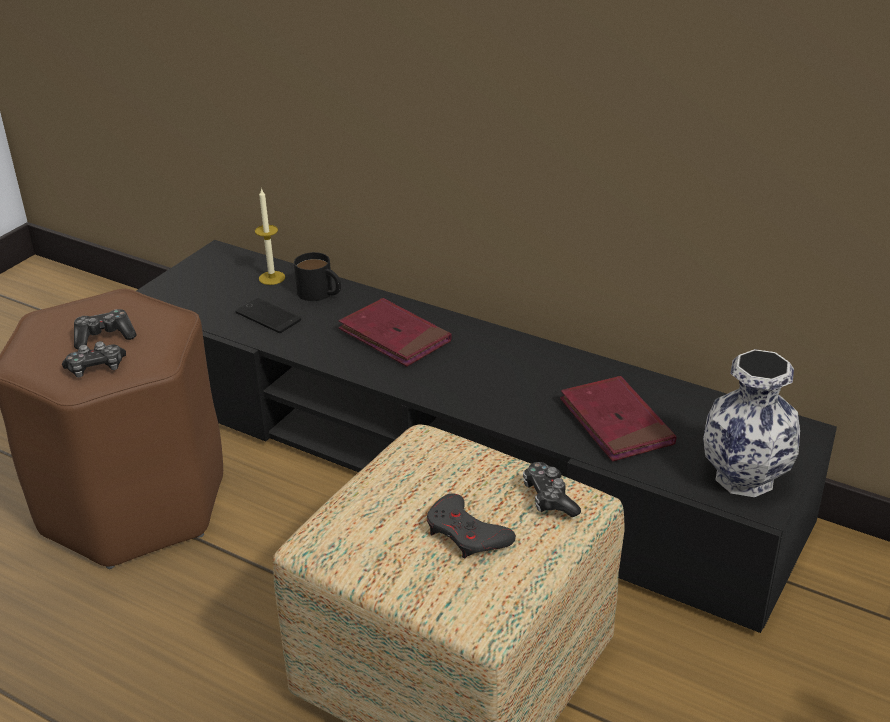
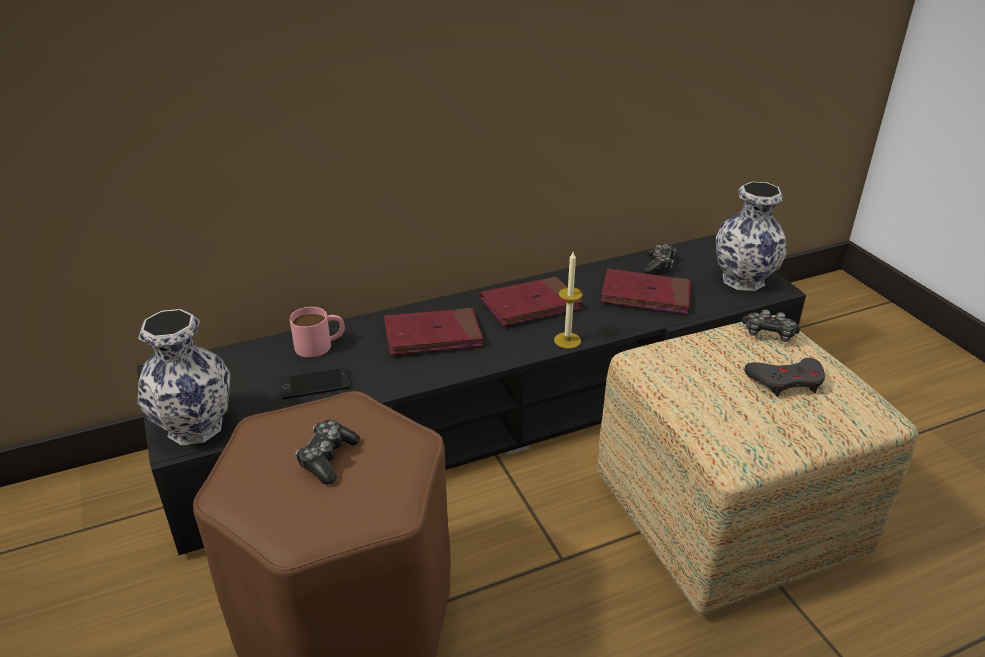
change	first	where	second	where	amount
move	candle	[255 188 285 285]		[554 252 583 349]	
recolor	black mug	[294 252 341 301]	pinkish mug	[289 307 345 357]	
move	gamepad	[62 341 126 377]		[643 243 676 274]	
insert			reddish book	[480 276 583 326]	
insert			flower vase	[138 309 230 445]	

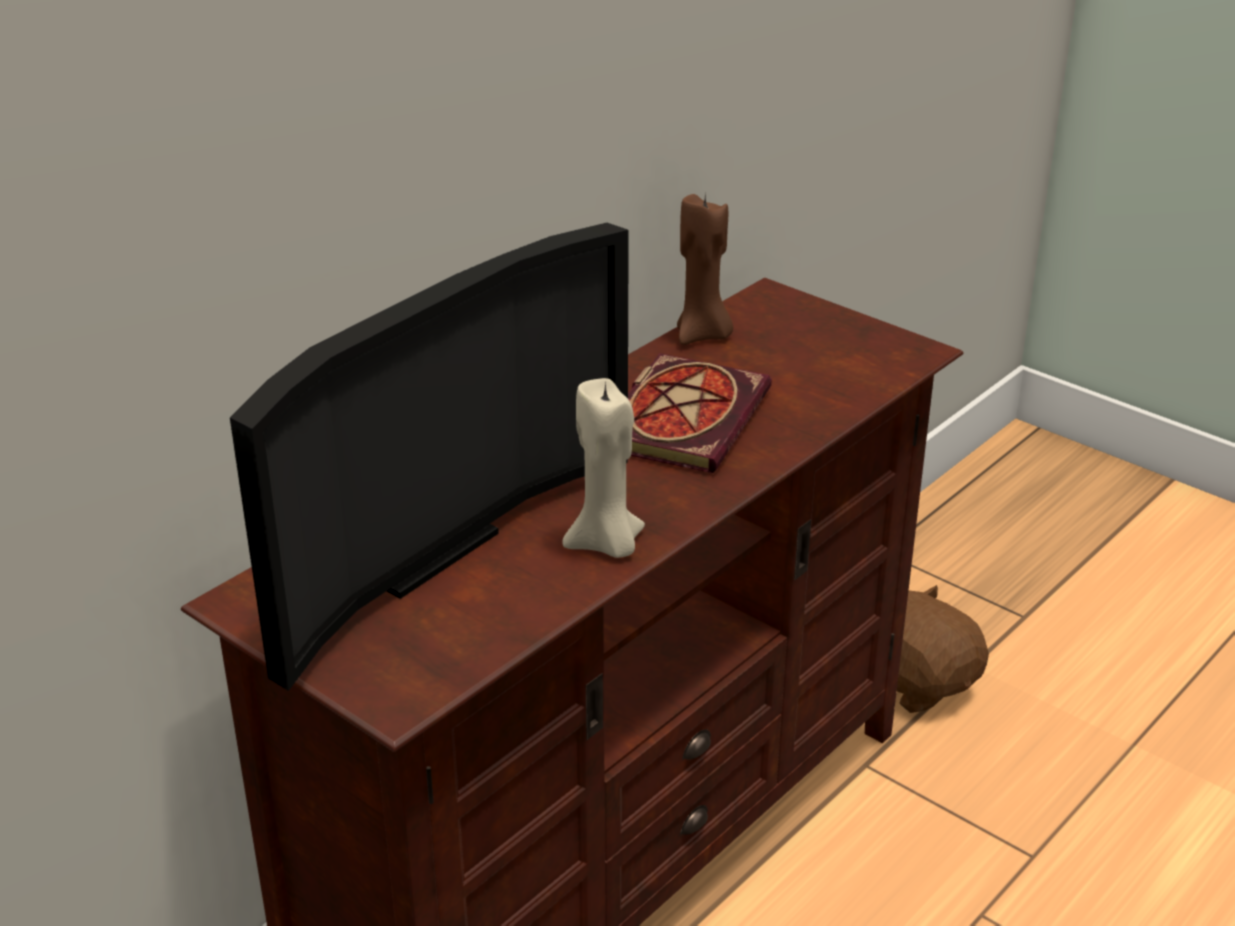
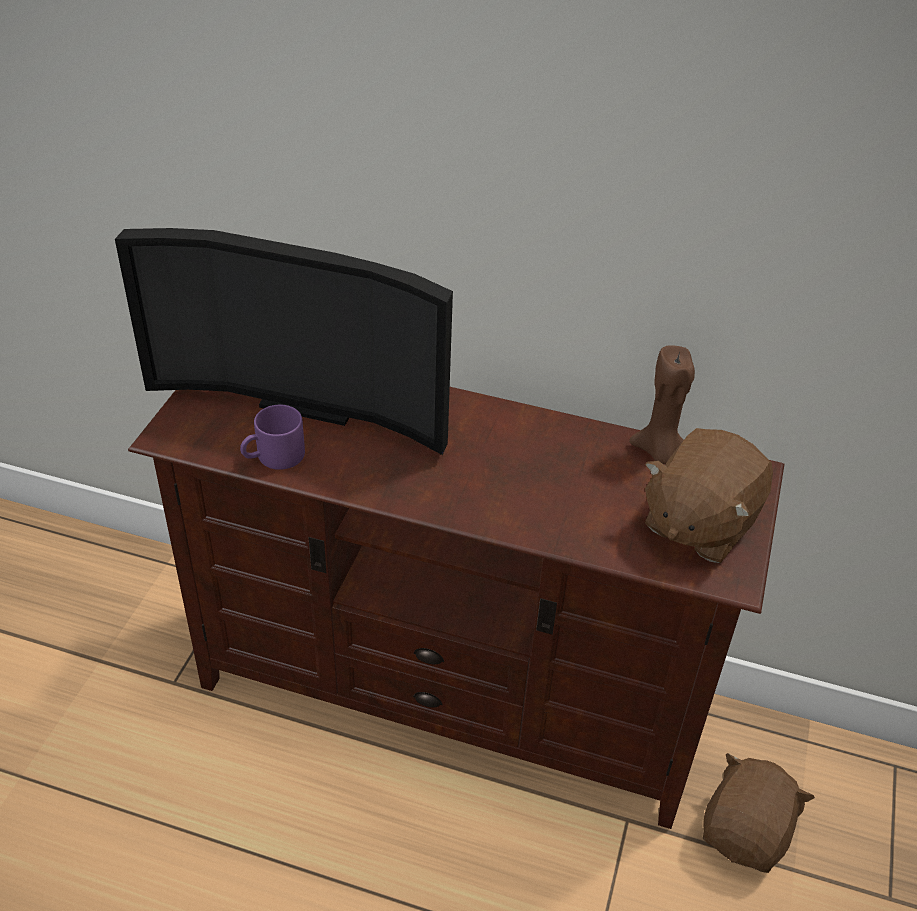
change	first	where	second	where	amount
delete	book	[628 353 772 473]			
delete	beige-coloured candle	[562 378 645 558]			
insert			purple mug	[240 405 305 470]	
insert			brown-coloured plush toy	[645 428 773 563]	

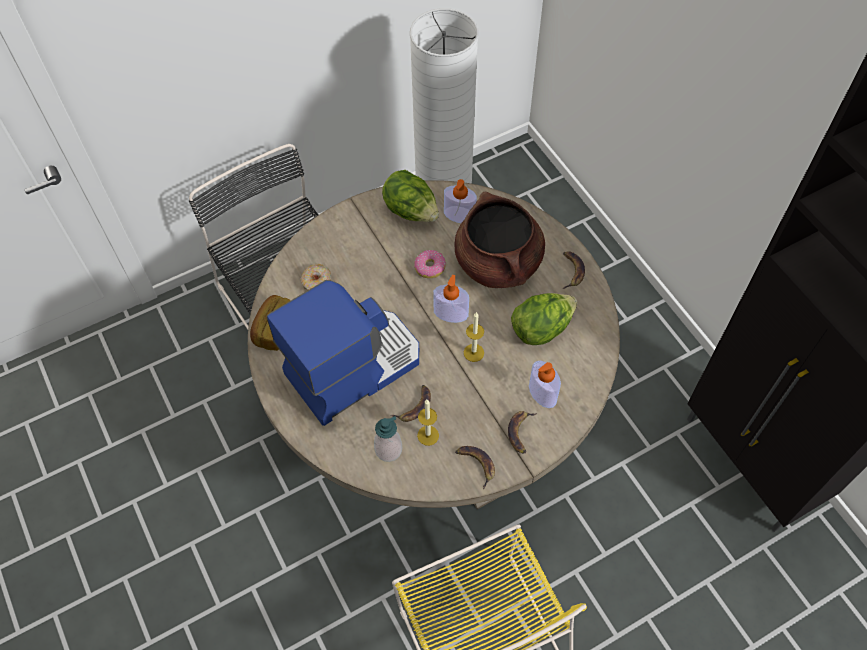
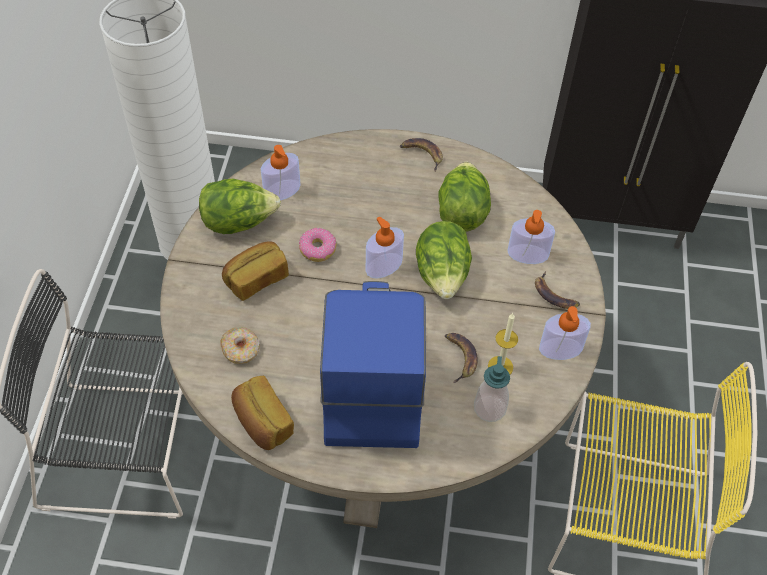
change	first	where	second	where	amount
delete	brown-coloured cooking pot	[455 192 545 288]			
replace	candle	[464 313 484 362]	lettuce head	[416 221 472 299]	
replace	whole banana	[455 446 495 489]	soap bottle	[539 306 591 360]	
insert			baked bread	[222 241 289 301]	

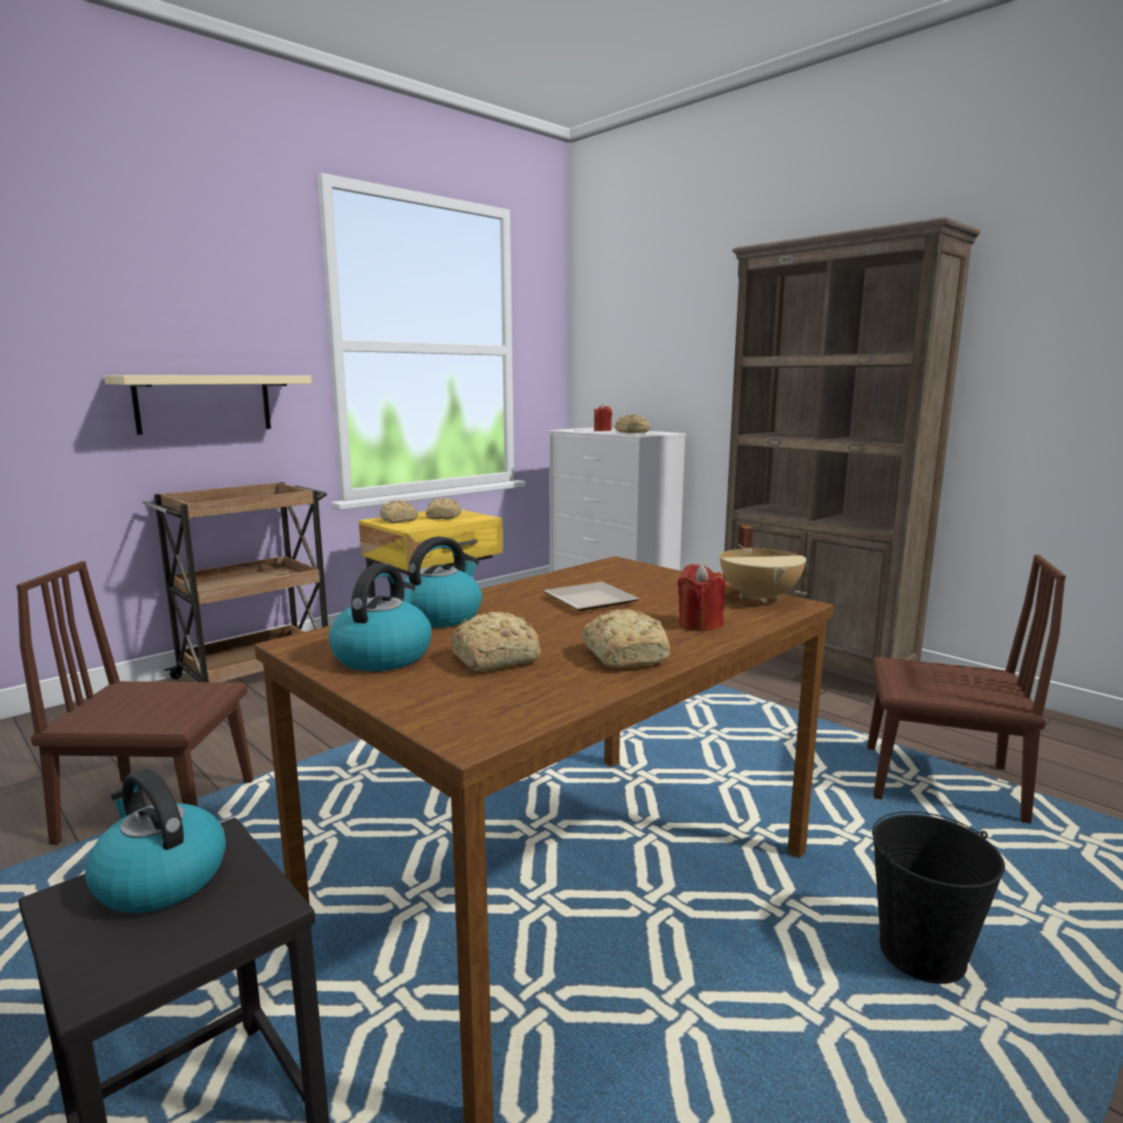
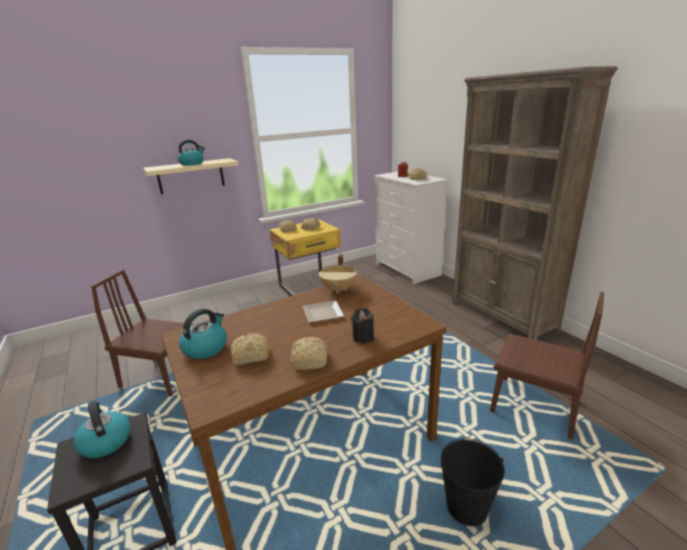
change	first	where	second	where	amount
delete	brown-coloured wheeled cart	[142 482 328 682]			
move	beige-coloured cooking pot	[720 525 806 603]		[319 254 357 294]	
move	tea kettle	[404 537 482 628]		[178 140 205 166]	
recolor	reddish candle	[678 564 725 631]	black candle	[351 308 374 344]	

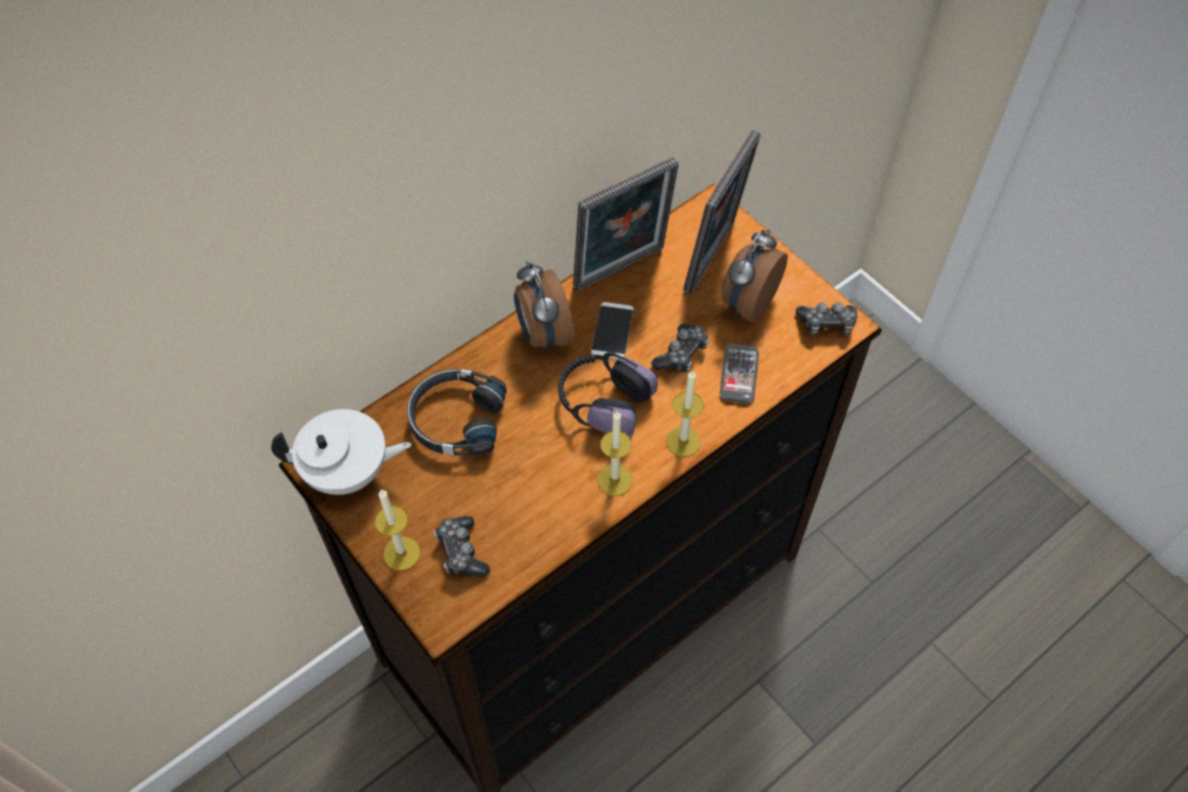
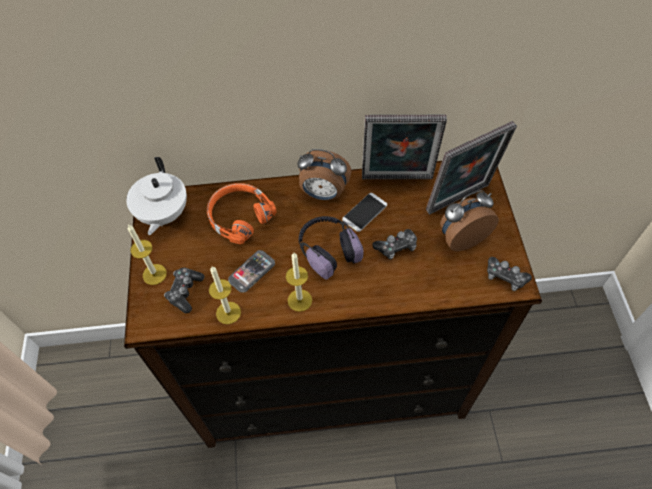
change	first	where	second	where	amount
rotate	table clock	[514 261 574 351]		[297 149 351 200]	90 degrees counterclockwise
move	telephone	[720 343 759 404]		[228 250 275 292]	
recolor	black pair of headphones	[407 369 507 456]	orange pair of headphones	[207 183 277 244]	
move	candle	[666 370 704 457]		[209 266 241 324]	
rotate	whitish tea pot	[271 409 411 495]		[126 157 187 235]	60 degrees clockwise

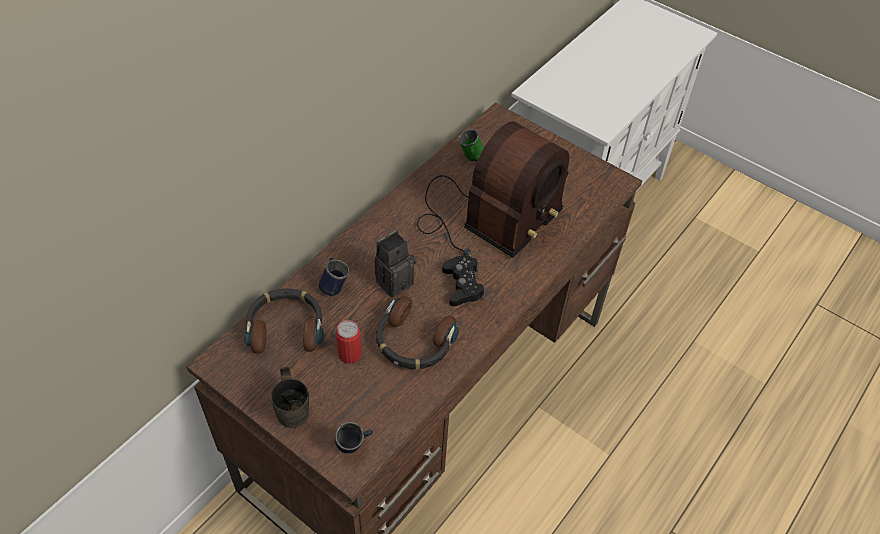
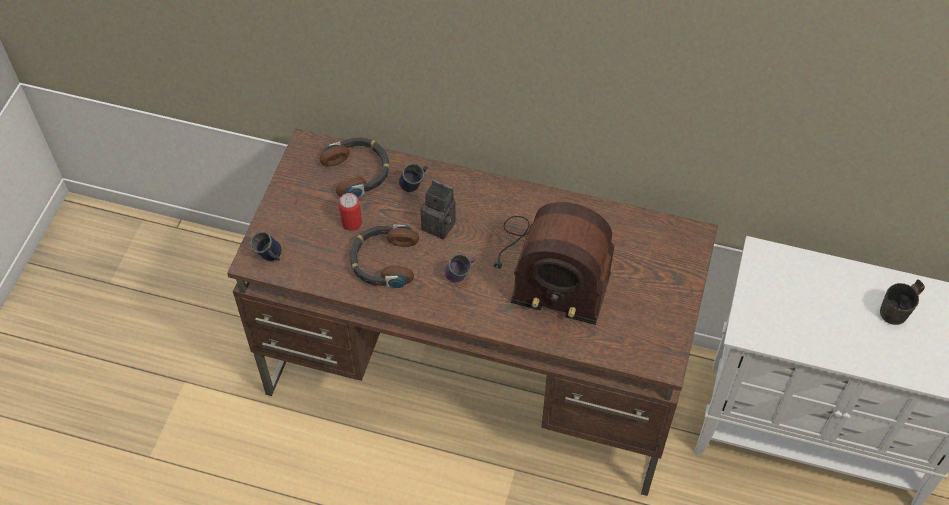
change	first	where	second	where	amount
delete	green-coloured mug	[458 129 484 161]			
replace	black gamepad	[442 255 485 306]	purple mug	[445 254 476 283]	
move	grey mug	[271 367 309 428]		[880 279 925 325]	

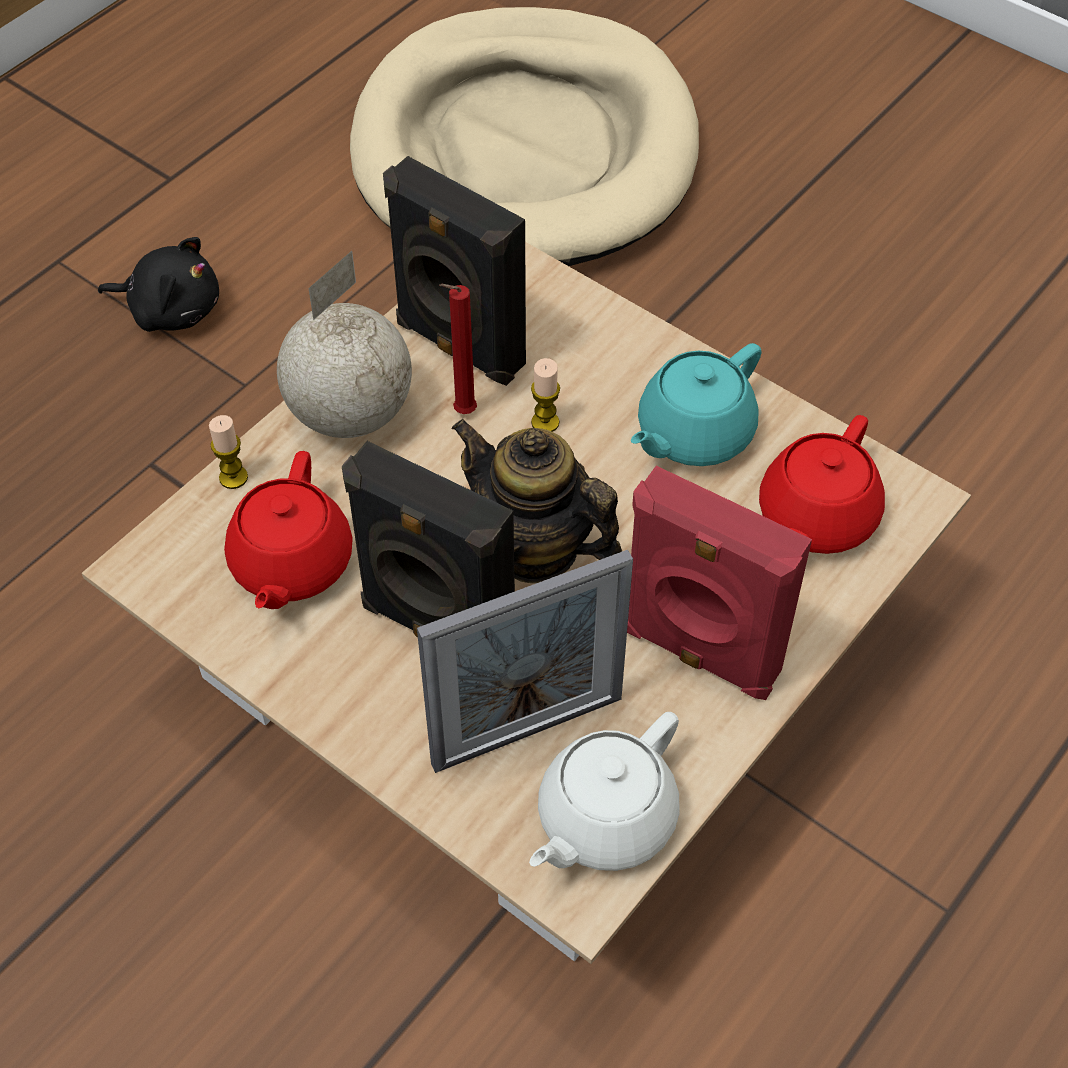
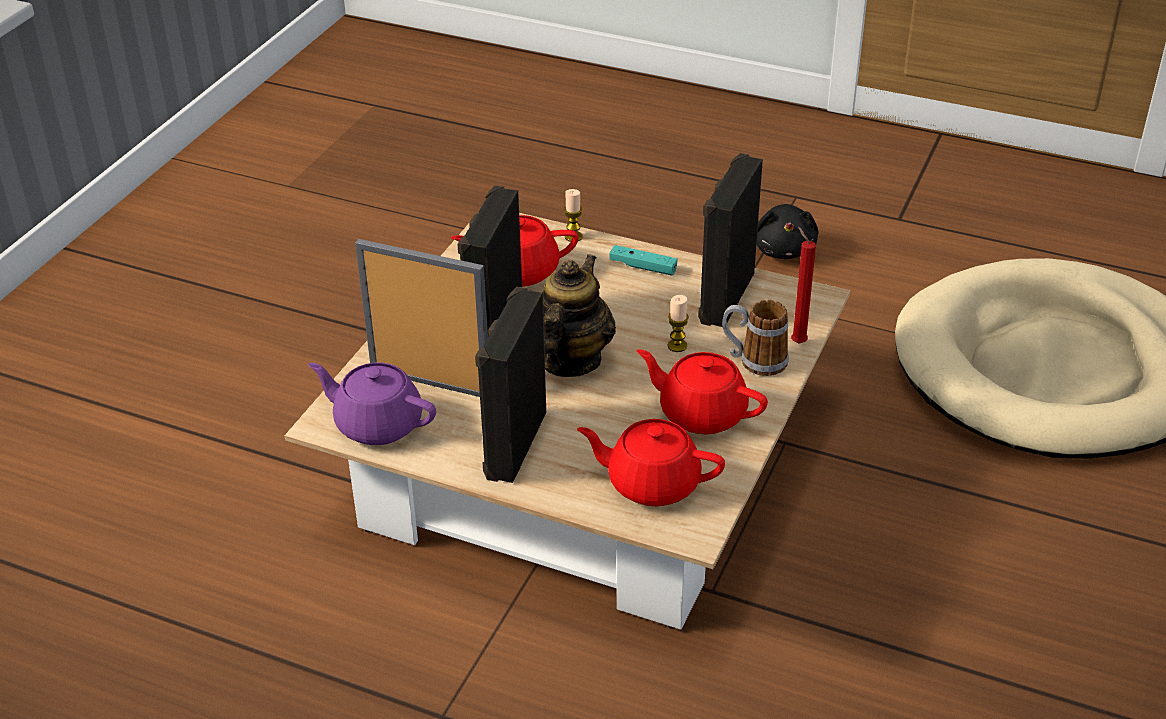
change	first	where	second	where	amount
replace	globe	[277 251 412 438]	turquoise gamepad	[609 245 678 275]	
move	reddish candle	[439 284 477 414]		[791 227 816 344]	
recolor	turquoise tea pot	[631 343 762 466]	reddish tea pot	[637 349 768 434]	
recolor	reddish speaker	[627 466 812 700]	black speaker	[475 286 546 483]	
rotate	photo frame	[417 550 633 773]		[355 239 488 397]	150 degrees clockwise
recolor	whitish tea pot	[529 712 680 871]	purple tea pot	[308 363 436 445]	
insert			mug	[722 300 789 376]	

